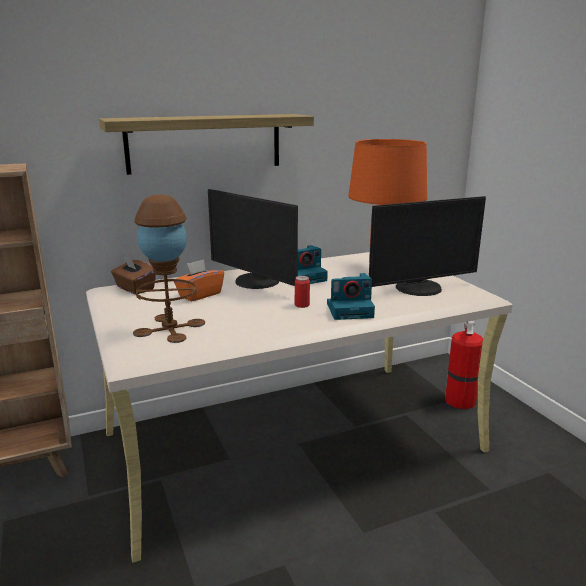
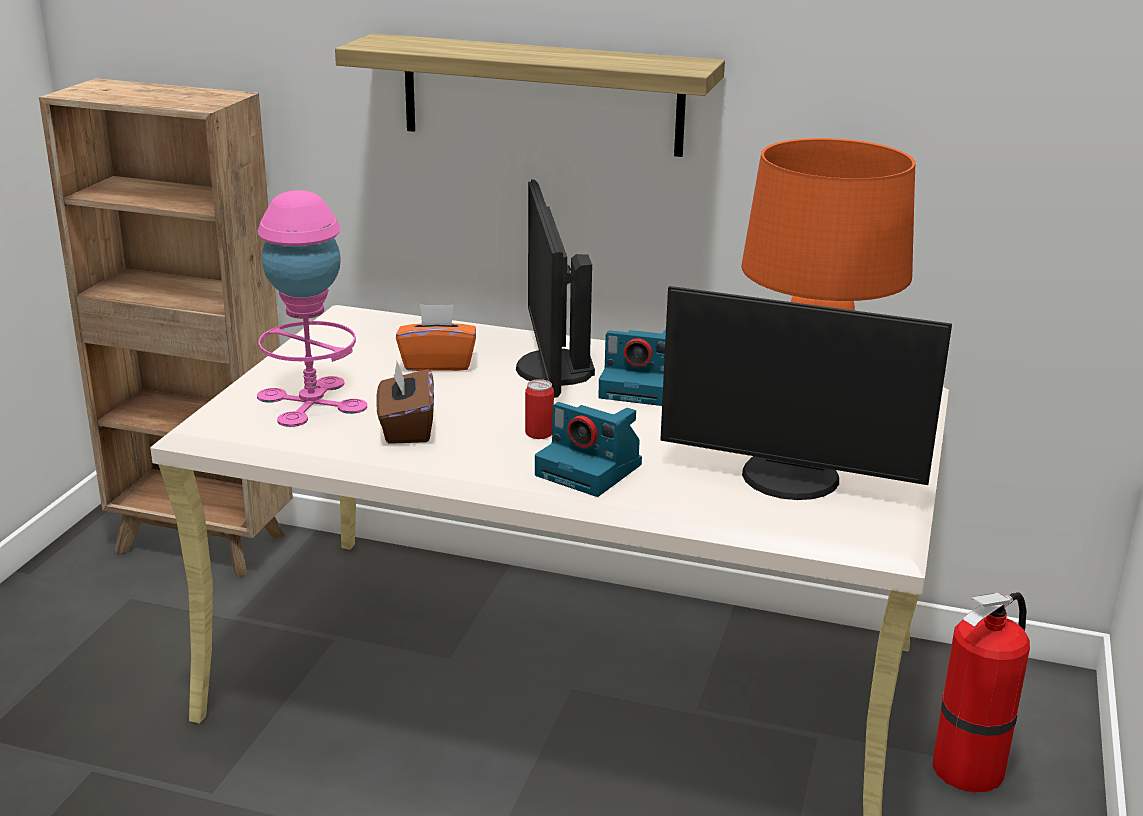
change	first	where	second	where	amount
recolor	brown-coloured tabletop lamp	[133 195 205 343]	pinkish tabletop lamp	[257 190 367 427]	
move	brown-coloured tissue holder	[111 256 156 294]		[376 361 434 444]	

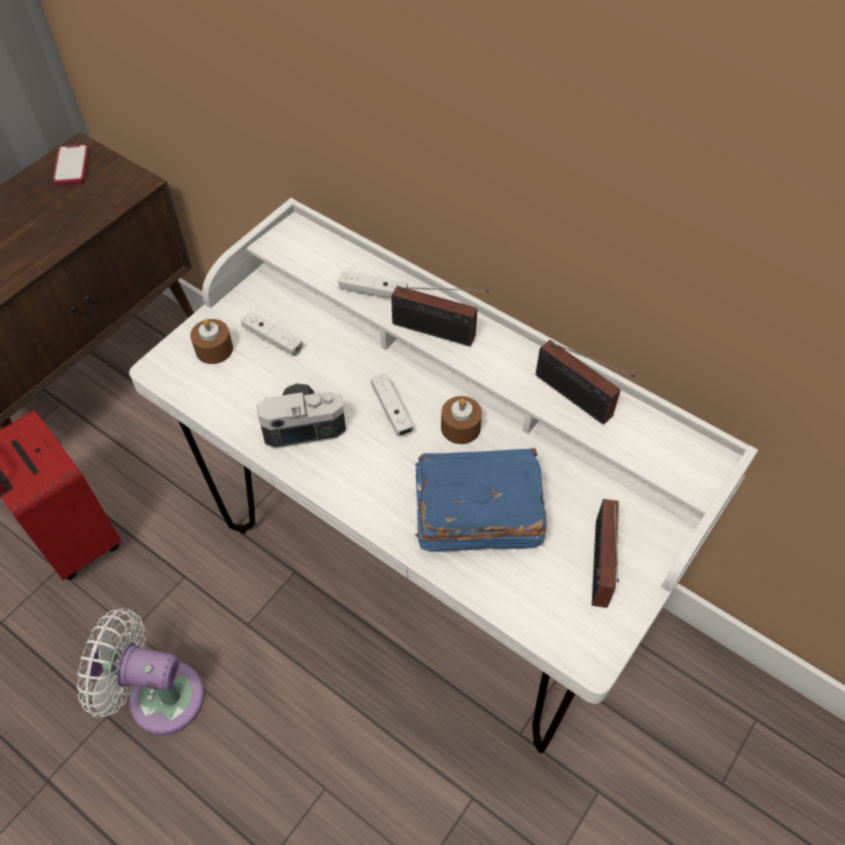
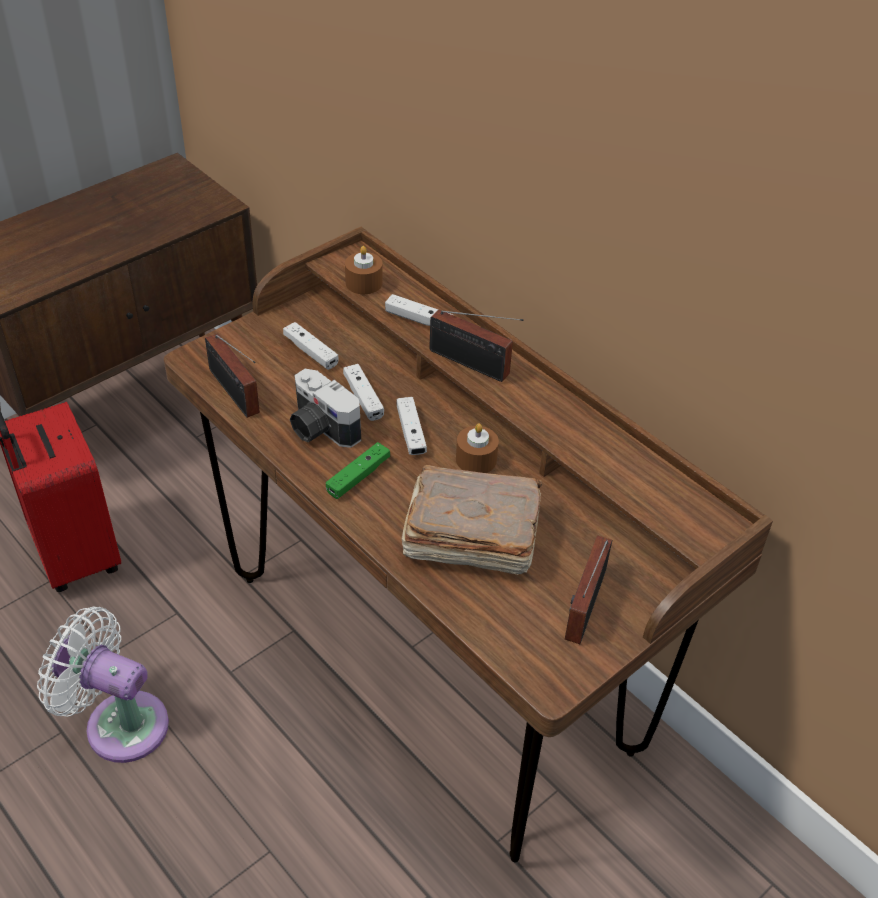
change	first	where	second	where	amount
delete	telephone	[53 145 89 186]			
recolor	whitish desk	[129 198 758 753]	brown-coloured desk	[164 227 773 863]	
move	brown-coloured candle	[190 319 233 364]		[345 246 383 294]	
move	radio set	[536 340 635 425]		[205 333 260 418]	
rotate	still camera	[257 384 346 449]		[290 369 361 448]	135 degrees counterclockwise
recolor	bluish book	[415 448 547 552]	brown-coloured book	[401 465 542 574]	
insert			whitish gamepad	[343 364 384 421]	
insert			green-coloured gamepad	[326 442 390 499]	

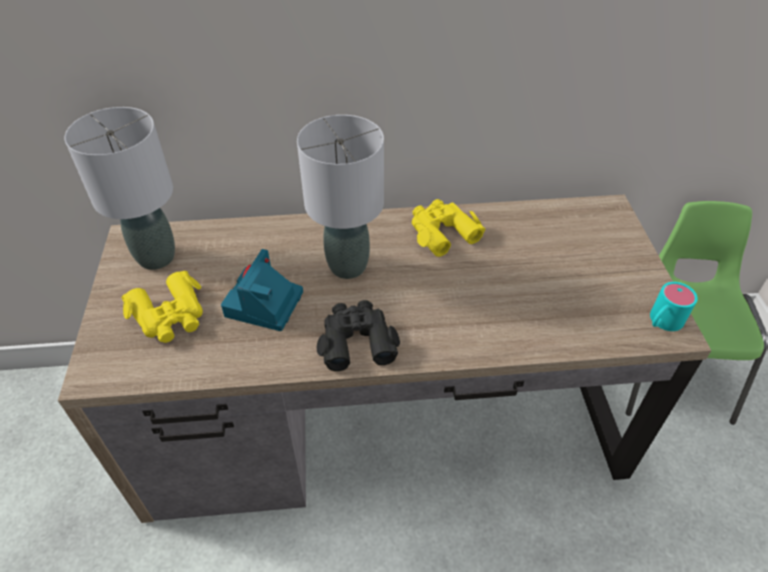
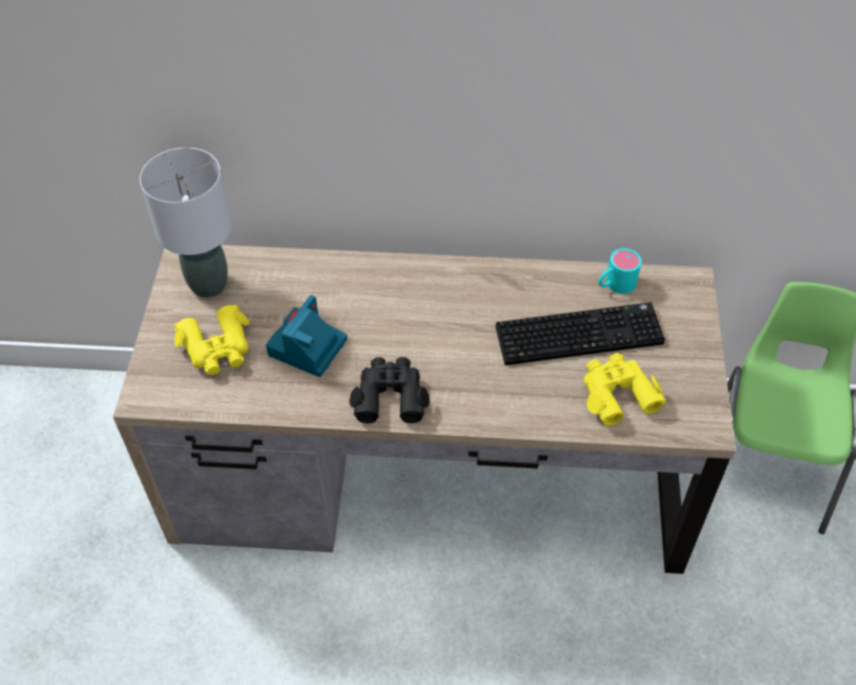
change	first	where	second	where	amount
delete	grey tabletop lamp	[297 115 384 279]			
move	yellow binoculars	[412 199 485 257]		[584 353 666 426]	
move	turquoise mug	[650 282 698 331]		[599 248 642 294]	
insert			PC keyboard	[496 302 665 365]	

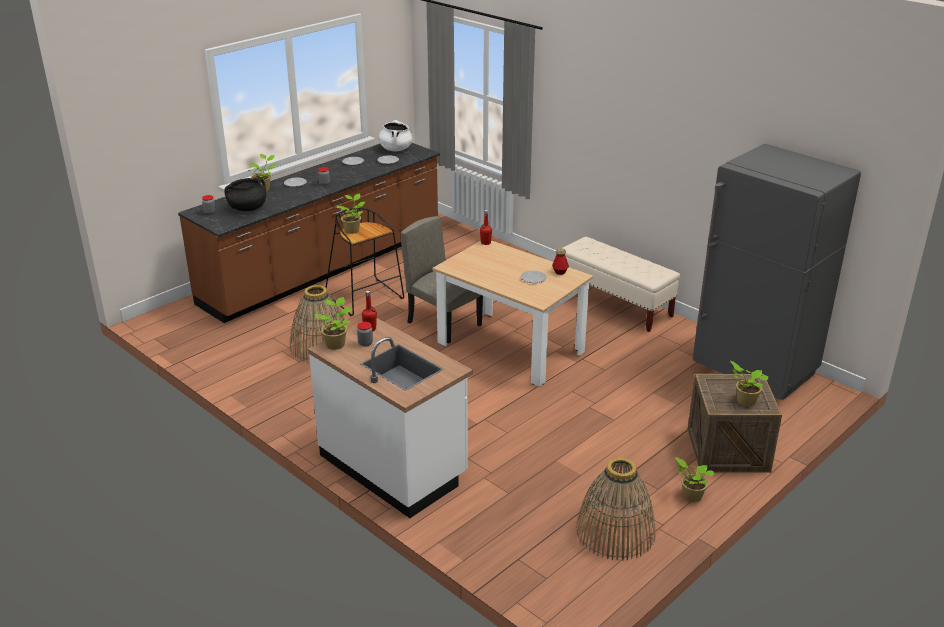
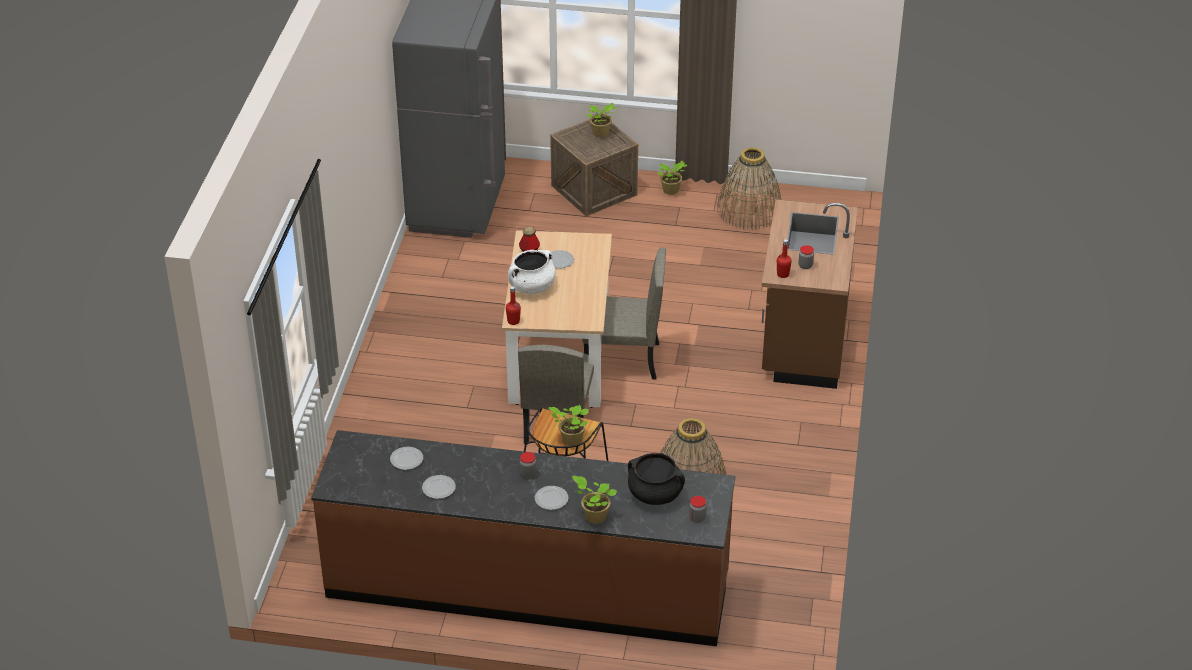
change	first	where	second	where	amount
move	whitish cooking pot	[379 120 413 151]		[508 250 556 294]	
delete	beige-coloured indoor bench	[563 237 680 332]			
delete	houseplant	[315 297 351 350]			
recolor	whitish kitchen counter	[308 318 473 518]	brown-coloured kitchen counter	[762 199 858 389]	
insert			beige-coloured chair	[582 247 666 379]	

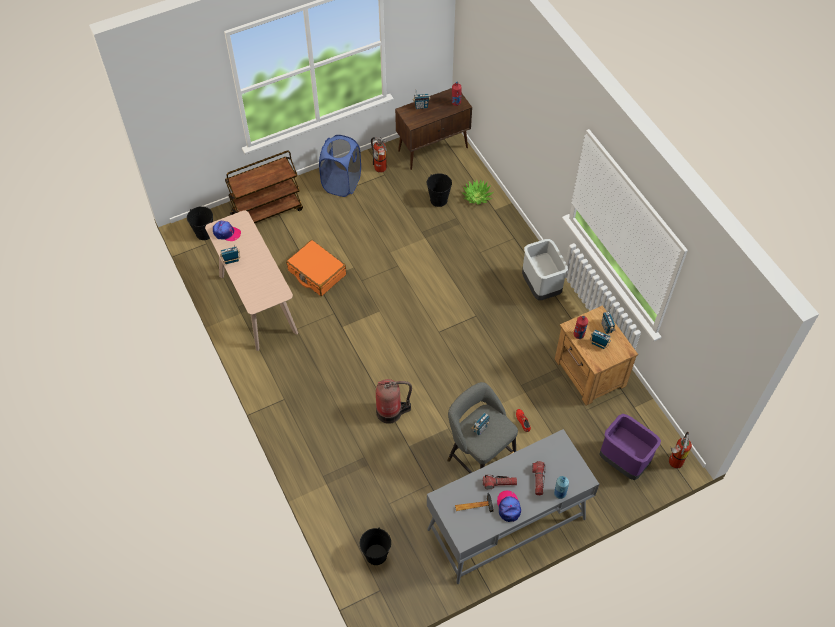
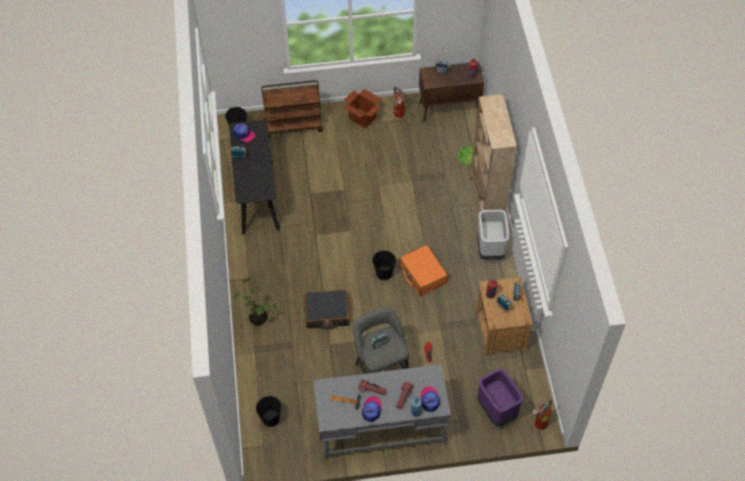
change	first	where	second	where	amount
replace	bluish washing basket	[319 135 361 197]	packing box	[343 89 381 129]	
move	black bucket	[427 173 452 207]		[372 250 396 280]	
recolor	beige-coloured hall table	[205 210 298 351]	black hall table	[229 120 280 235]	
move	orange piece of luggage	[286 240 346 296]		[399 244 449 296]	
replace	extinguisher	[376 379 412 424]	black piece of luggage	[304 290 350 329]	
insert			beige-coloured bookcase	[470 94 517 212]	
insert			houseplant	[234 277 277 326]	
insert			peaked cap	[421 387 440 412]	

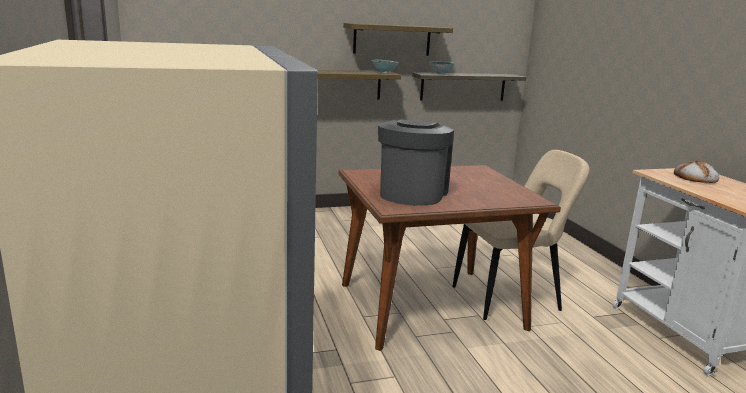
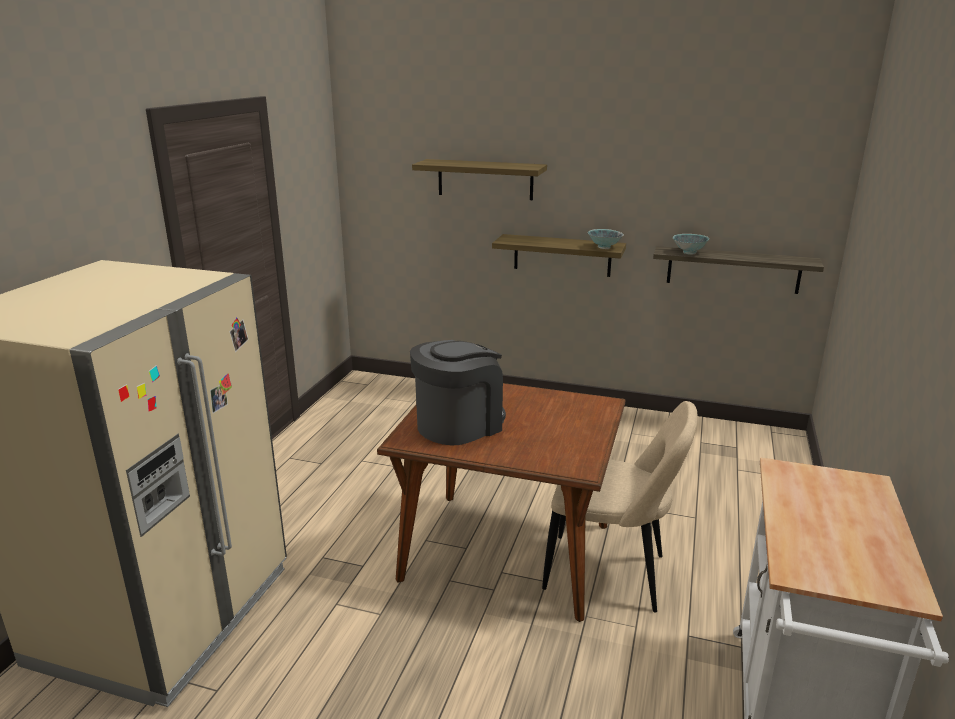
change	first	where	second	where	amount
move	wall shelf	[343 23 453 56]		[412 159 547 200]	
delete	baked bread	[674 160 719 183]			

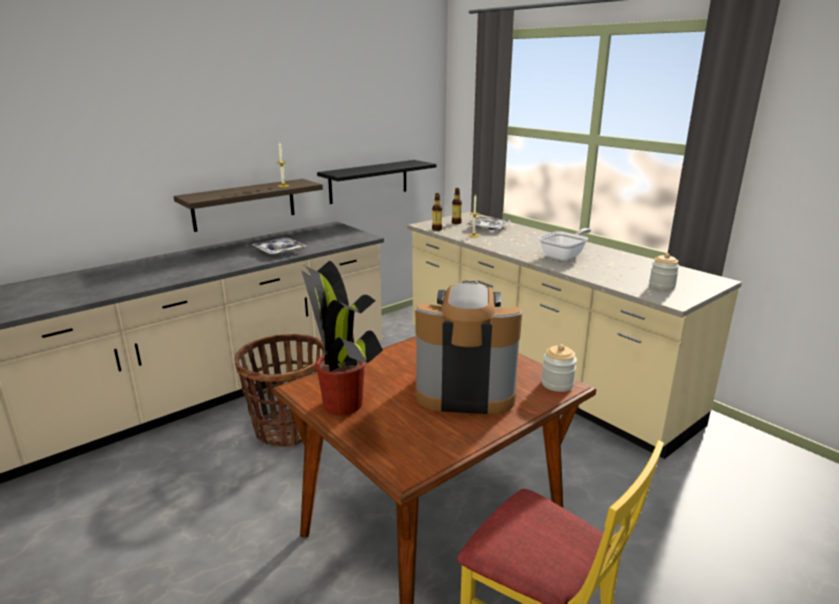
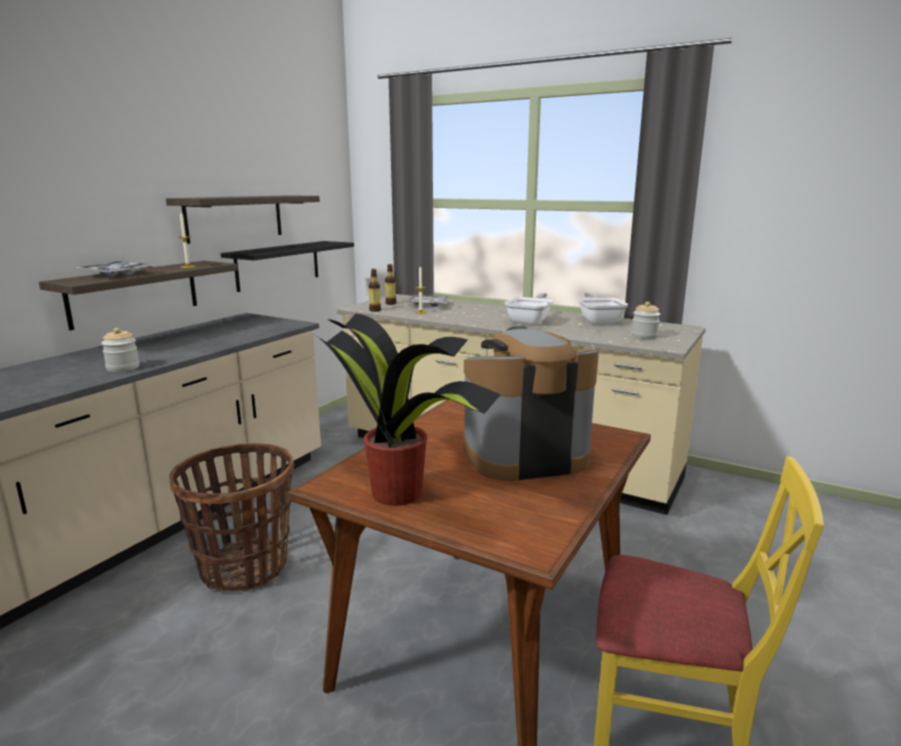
change	first	where	second	where	amount
move	serving tray	[252 237 306 255]		[76 261 154 276]	
move	storage jar	[541 344 577 392]		[101 328 140 372]	
insert			wall shelf	[166 195 320 244]	
insert			frying pan	[578 292 628 325]	

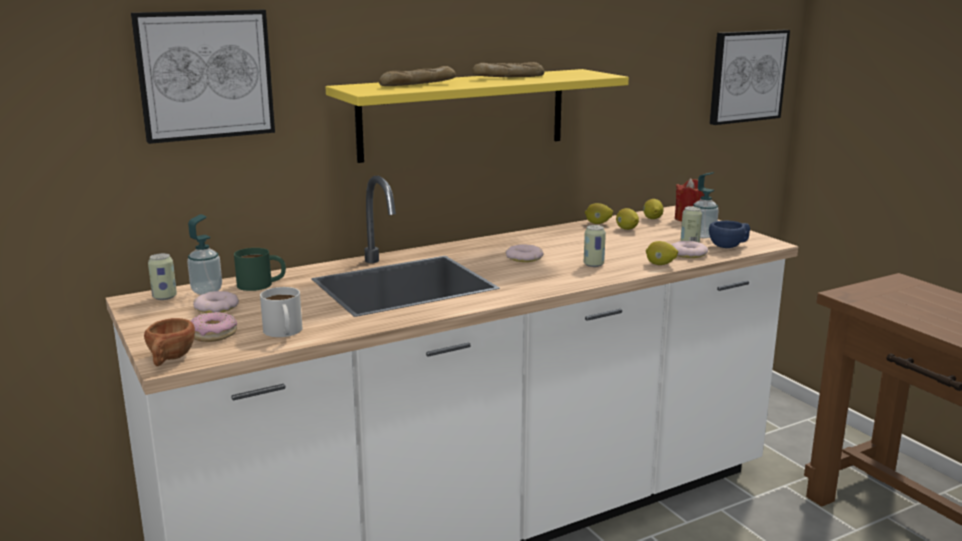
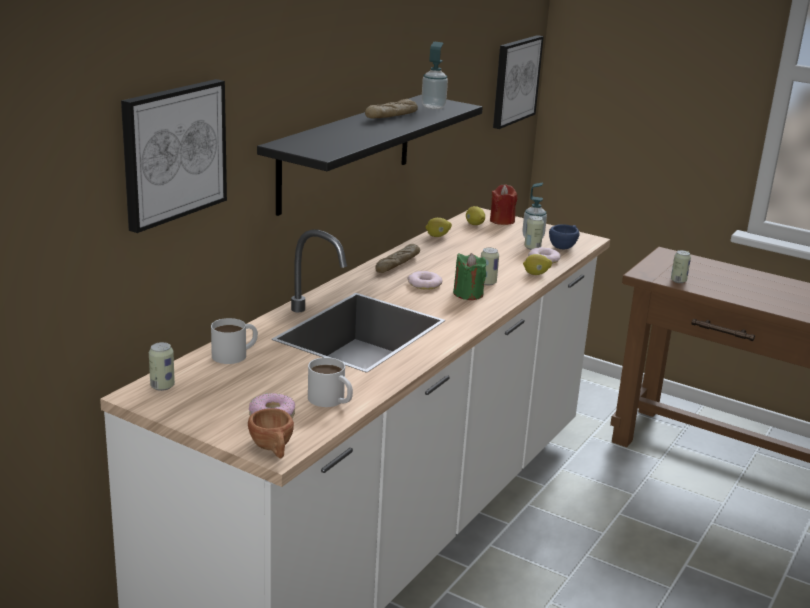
change	first	where	second	where	amount
move	baked bread	[379 66 456 86]		[375 244 420 273]	
recolor	yellow wall shelf	[326 69 629 163]	black wall shelf	[257 95 483 216]	
delete	lemon	[616 208 639 230]			
move	soap bottle	[187 214 222 295]		[421 42 448 109]	
recolor	green-coloured mug	[234 248 286 291]	whitish mug	[211 318 258 364]	
delete	donut	[193 291 239 313]			
insert			can	[671 250 691 283]	
insert			green-coloured candle	[453 253 486 300]	

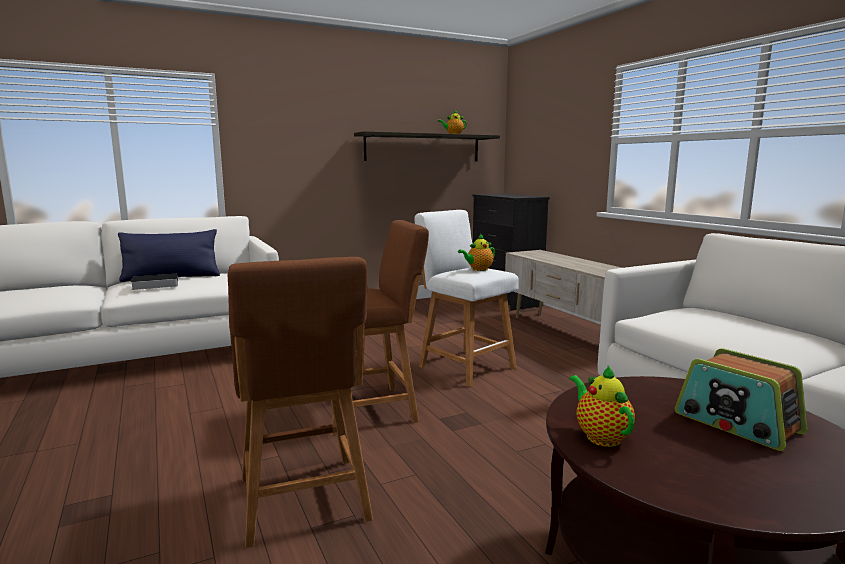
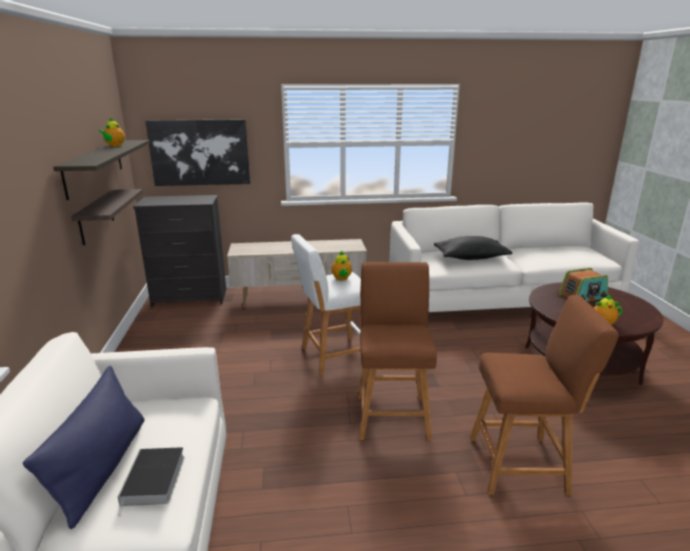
change	first	where	second	where	amount
insert			picture	[145 119 250 186]	
insert			wall shelf	[71 189 143 245]	
insert			black pillow	[434 236 512 260]	

